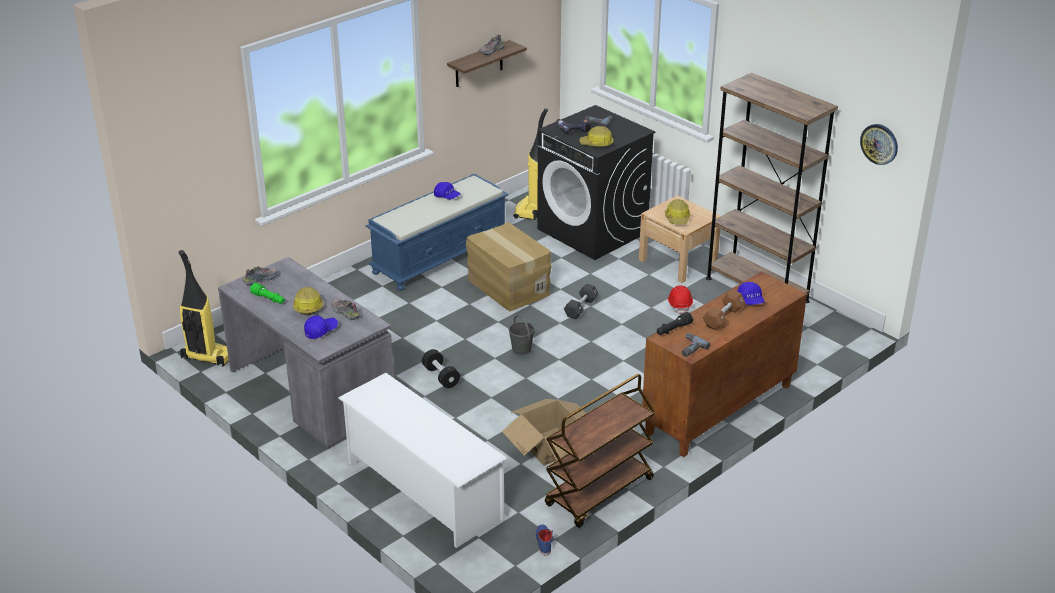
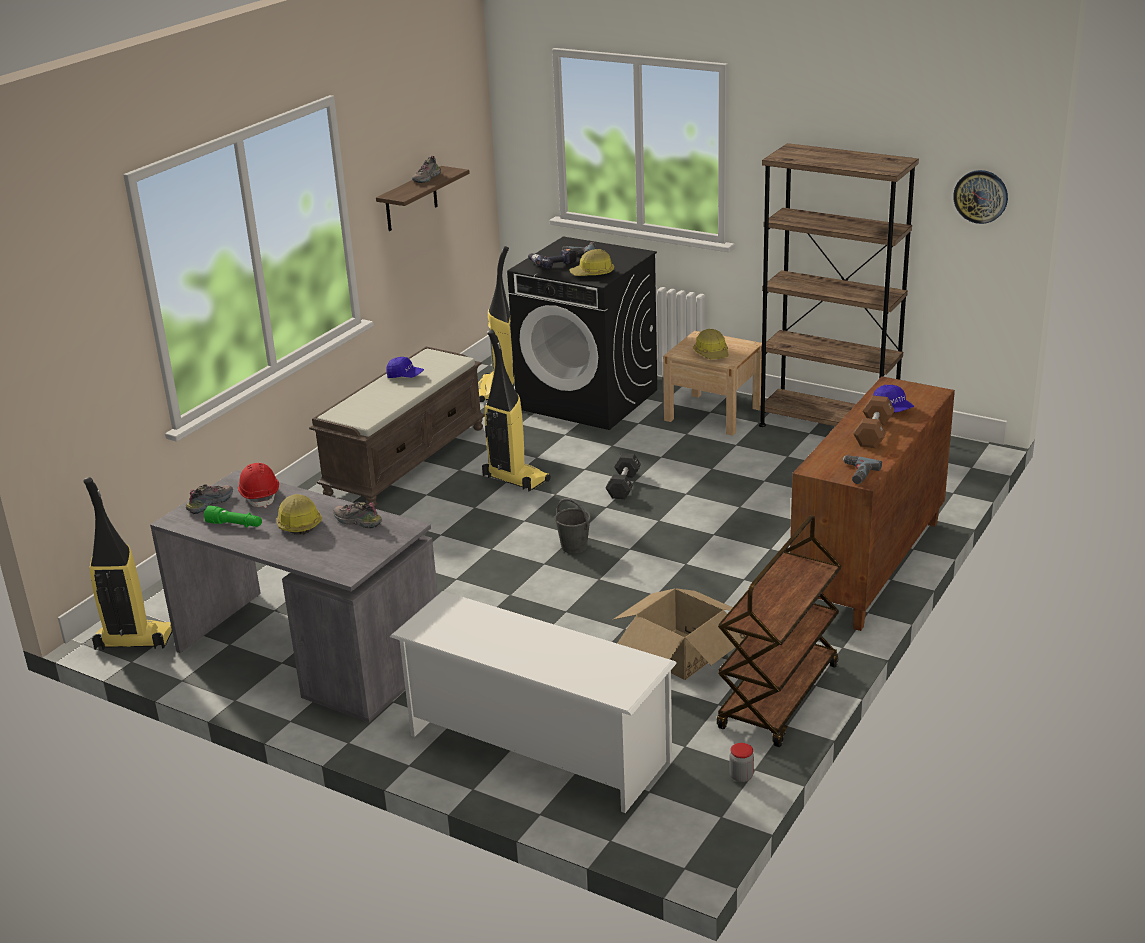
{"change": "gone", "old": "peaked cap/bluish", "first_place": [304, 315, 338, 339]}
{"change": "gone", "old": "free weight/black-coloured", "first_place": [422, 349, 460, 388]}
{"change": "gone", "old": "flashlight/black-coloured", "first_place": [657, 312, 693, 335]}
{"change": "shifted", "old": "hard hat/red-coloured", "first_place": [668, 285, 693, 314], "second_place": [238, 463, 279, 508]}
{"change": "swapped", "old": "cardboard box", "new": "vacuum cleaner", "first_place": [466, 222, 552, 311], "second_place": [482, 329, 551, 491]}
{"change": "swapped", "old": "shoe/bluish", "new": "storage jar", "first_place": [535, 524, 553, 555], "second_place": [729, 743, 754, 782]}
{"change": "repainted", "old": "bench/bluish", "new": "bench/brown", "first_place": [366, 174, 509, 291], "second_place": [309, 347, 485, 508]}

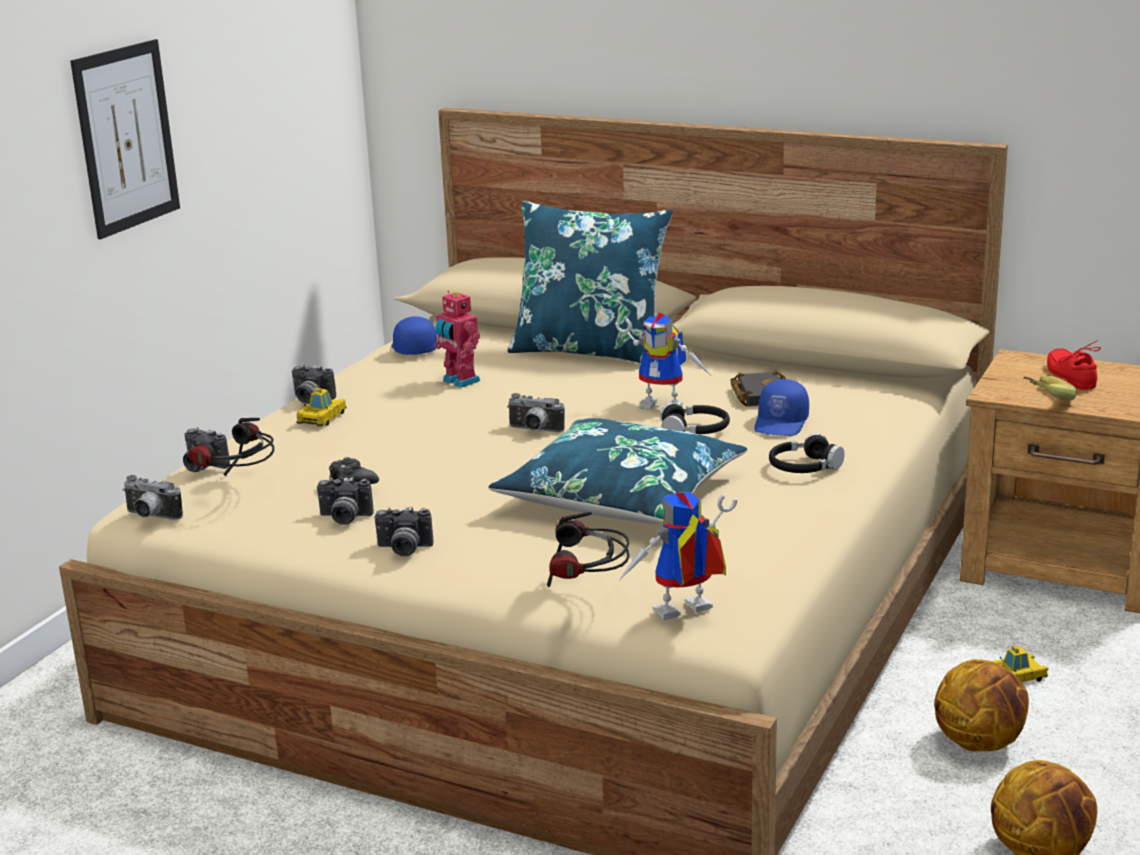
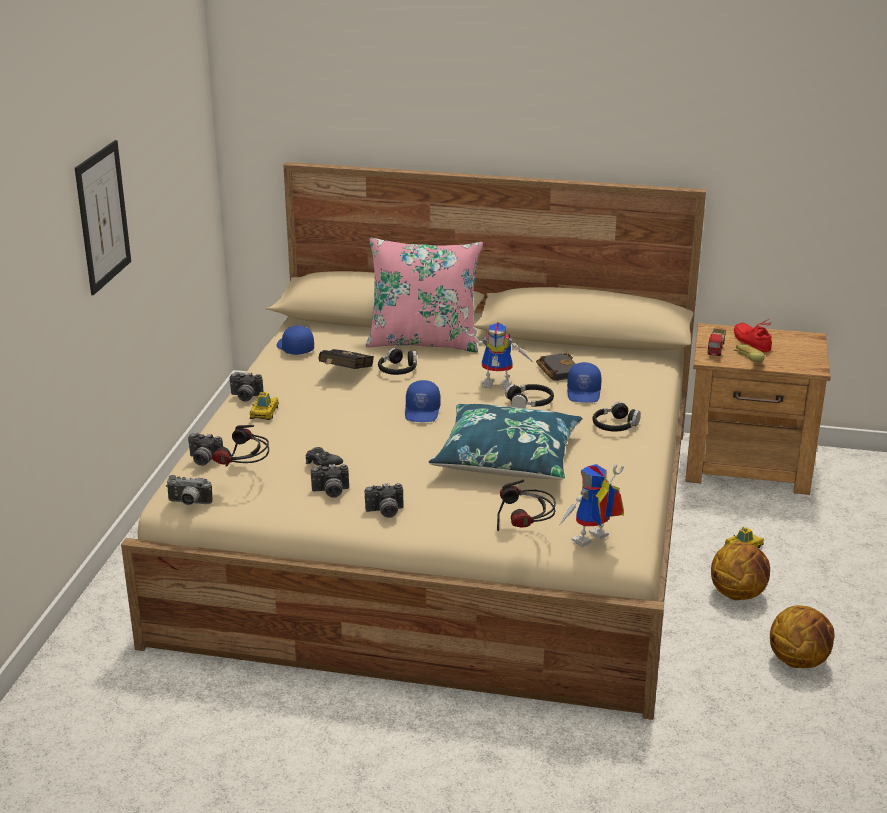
{"change": "new", "new": "headset/black-coloured", "second_place": [378, 348, 417, 375]}
{"change": "new", "new": "model truck", "second_place": [708, 328, 726, 356]}
{"change": "swapped", "old": "model robot", "new": "bound book/black-coloured", "first_place": [434, 290, 480, 388], "second_place": [319, 349, 374, 369]}
{"change": "swapped", "old": "photo camera", "new": "peaked cap/bluish", "first_place": [507, 393, 564, 432], "second_place": [405, 380, 441, 422]}
{"change": "repainted", "old": "pillow/bluish", "new": "pillow/pink", "first_place": [508, 201, 673, 363], "second_place": [366, 238, 483, 353]}

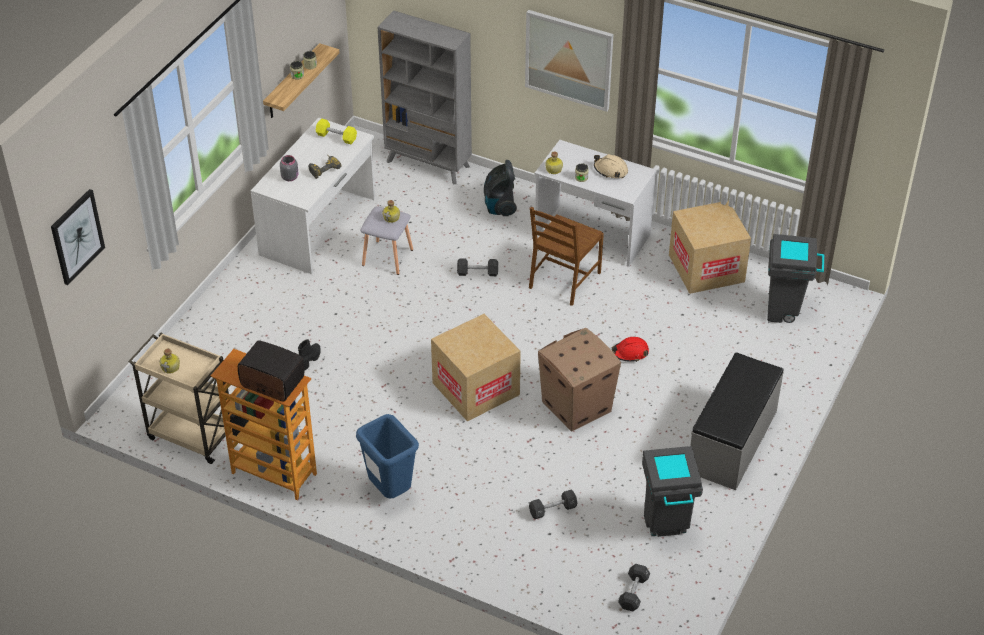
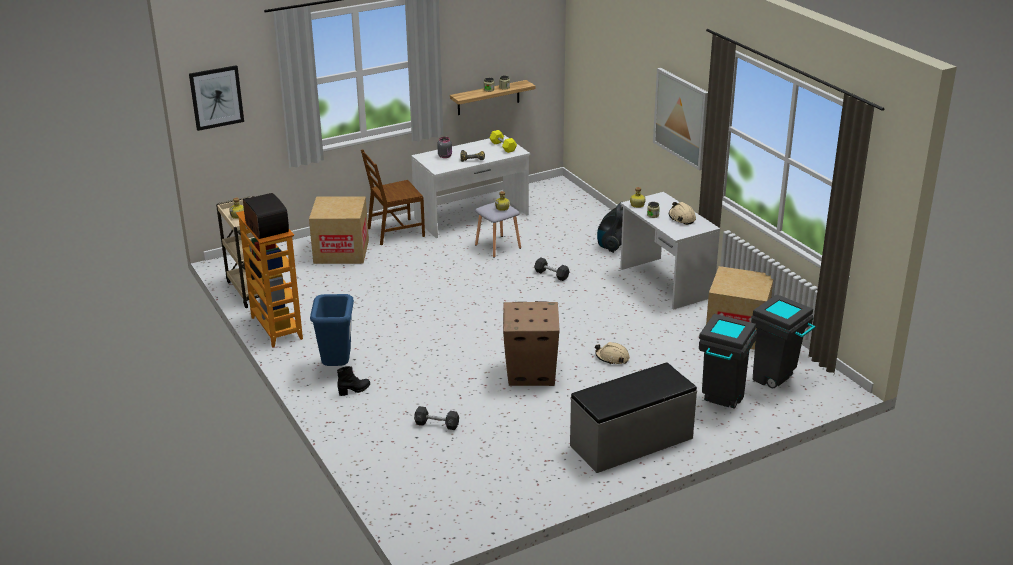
{"change": "gone", "old": "shelving unit/gray", "first_place": [378, 10, 472, 185]}
{"change": "gone", "old": "free weight/black-coloured", "first_place": [618, 564, 650, 611]}
{"change": "shifted", "old": "tall boot/black-coloured", "first_place": [298, 339, 321, 370], "second_place": [337, 366, 370, 396]}
{"change": "shifted", "old": "cardboard box", "first_place": [431, 314, 521, 422], "second_place": [309, 196, 369, 264]}
{"change": "shifted", "old": "chair/brown", "first_place": [529, 207, 604, 306], "second_place": [361, 149, 425, 245]}
{"change": "shifted", "old": "waste bin/gray", "first_place": [642, 446, 703, 537], "second_place": [699, 314, 757, 409]}
{"change": "repainted", "old": "hard hat/red-coloured", "new": "hard hat/beige", "first_place": [612, 337, 649, 362], "second_place": [595, 342, 630, 365]}

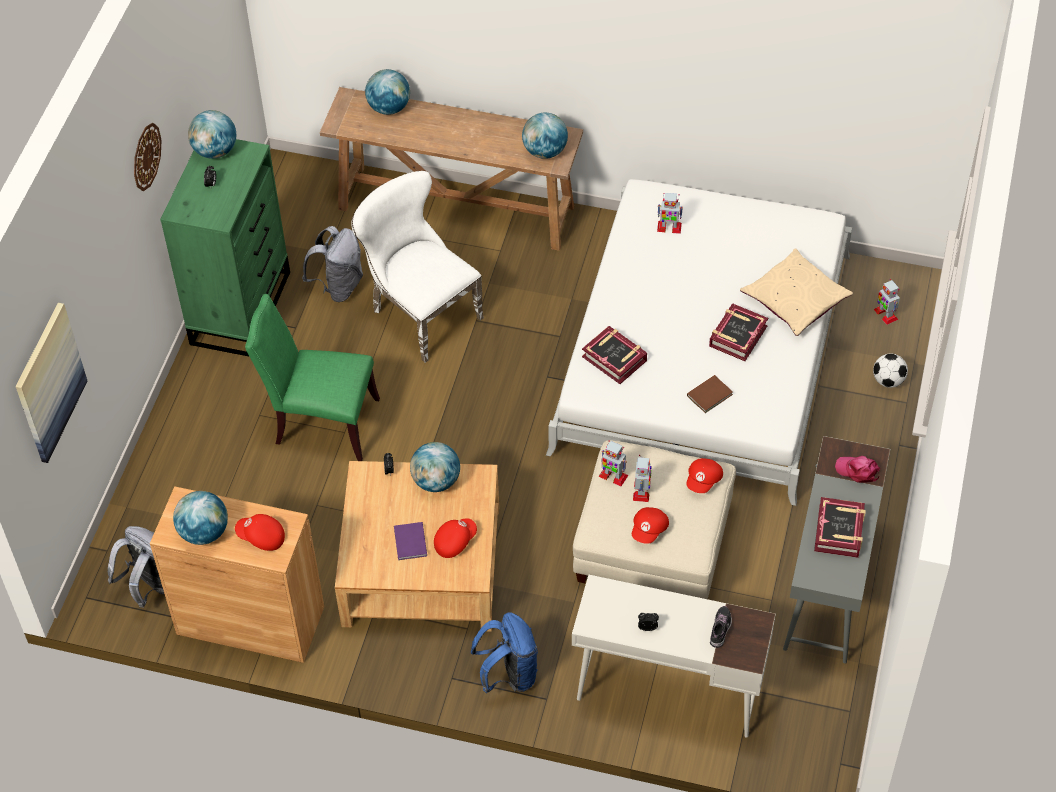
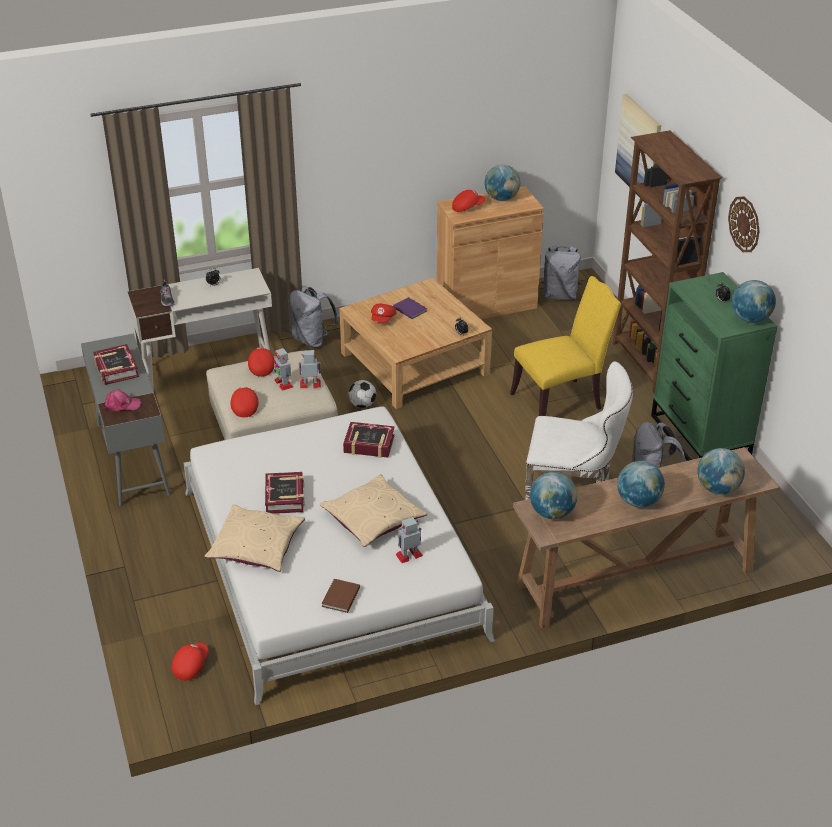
{"change": "new", "new": "pillow/beige", "second_place": [320, 474, 427, 547]}
{"change": "new", "new": "shelving unit/brown", "second_place": [613, 130, 722, 393]}
{"change": "shifted", "old": "world globe", "first_place": [410, 442, 460, 492], "second_place": [617, 461, 665, 508]}
{"change": "shifted", "old": "bound book/brown", "first_place": [687, 375, 733, 413], "second_place": [322, 579, 360, 613]}
{"change": "shifted", "old": "football ball", "first_place": [873, 353, 908, 388], "second_place": [348, 380, 376, 408]}
{"change": "swapped", "old": "model robot", "new": "peaked cap/red-coloured", "first_place": [874, 279, 900, 325], "second_place": [172, 643, 209, 681]}
{"change": "repainted", "old": "chair/greenish", "new": "chair/yellow-coloured", "first_place": [245, 294, 380, 461], "second_place": [510, 276, 621, 416]}
{"change": "repainted", "old": "rucksack/bluish", "new": "rucksack/gray", "first_place": [471, 612, 538, 693], "second_place": [289, 287, 339, 348]}

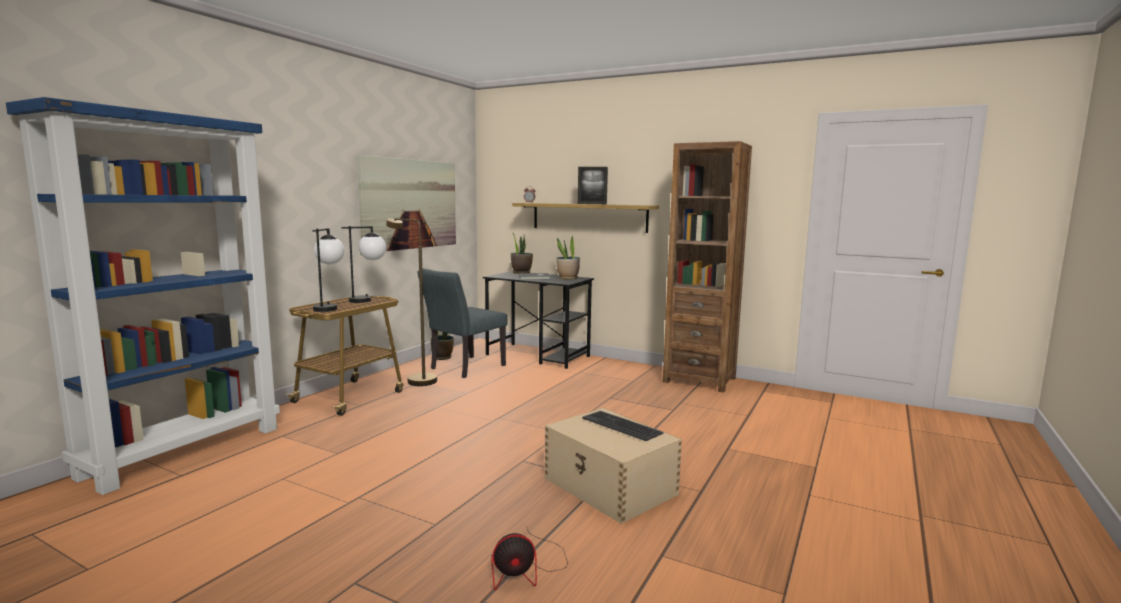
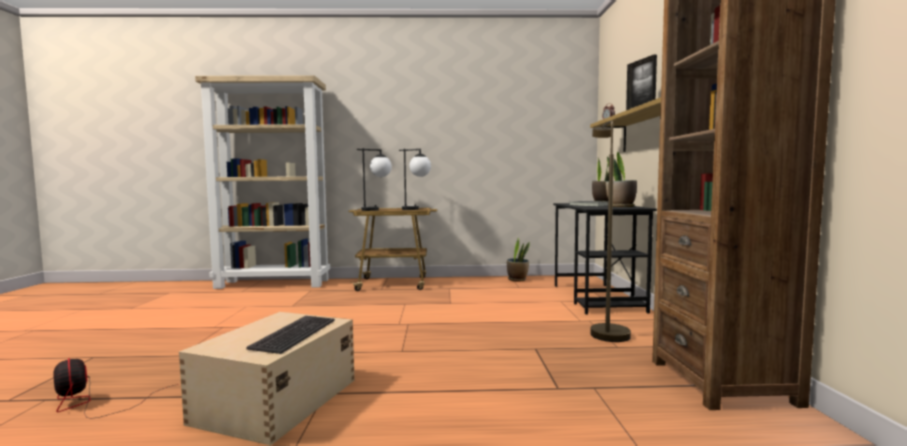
{"change": "gone", "old": "picture", "first_place": [357, 155, 456, 251]}
{"change": "gone", "old": "chair/gray", "first_place": [418, 269, 507, 378]}
{"change": "shifted", "old": "floor lamp/brown", "first_place": [386, 218, 437, 386], "second_place": [590, 121, 631, 342]}
{"change": "repainted", "old": "shelving unit/bluish", "new": "shelving unit/beige", "first_place": [6, 97, 280, 495], "second_place": [195, 75, 330, 289]}

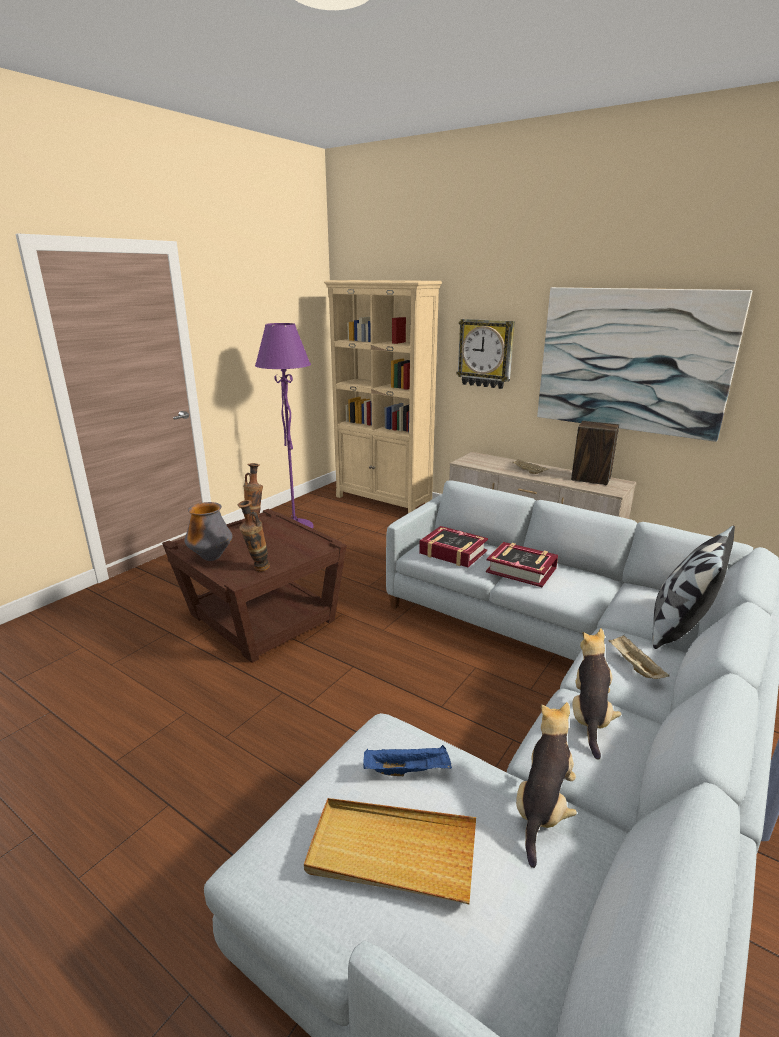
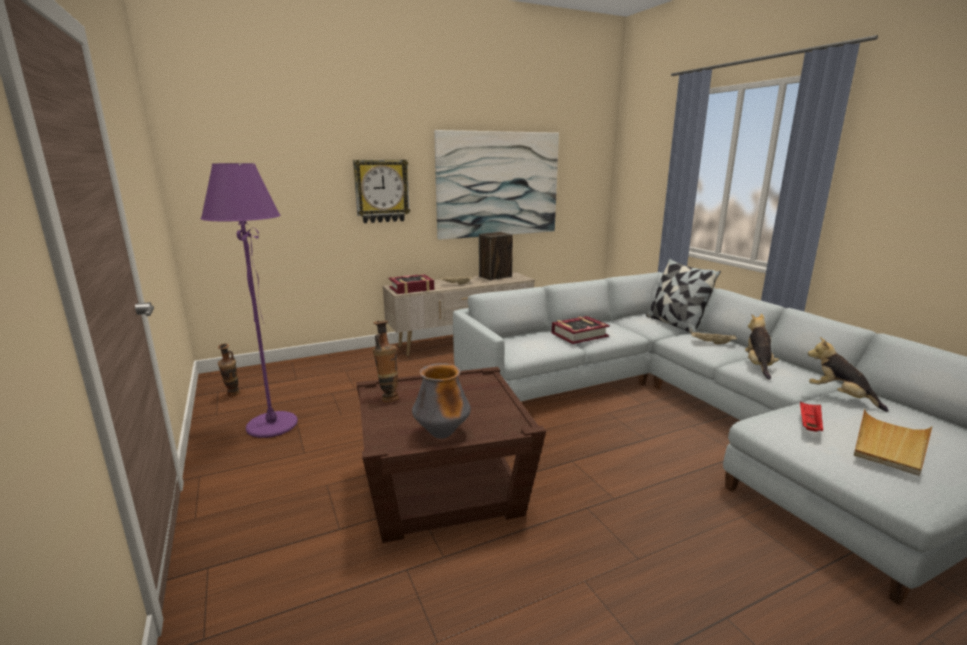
{"change": "gone", "old": "shelving unit/beige", "first_place": [324, 280, 442, 513]}
{"change": "shifted", "old": "vase", "first_place": [238, 500, 270, 571], "second_place": [218, 344, 240, 396]}
{"change": "shifted", "old": "bound book", "first_place": [419, 526, 488, 567], "second_place": [388, 274, 435, 294]}
{"change": "repainted", "old": "carrying tray/bluish", "new": "carrying tray/red-coloured", "first_place": [363, 745, 452, 776], "second_place": [800, 401, 823, 432]}
{"change": "rotated", "old": "cuddly toy", "first_place": [572, 628, 621, 760], "second_place": [745, 314, 779, 380], "degrees": 60}

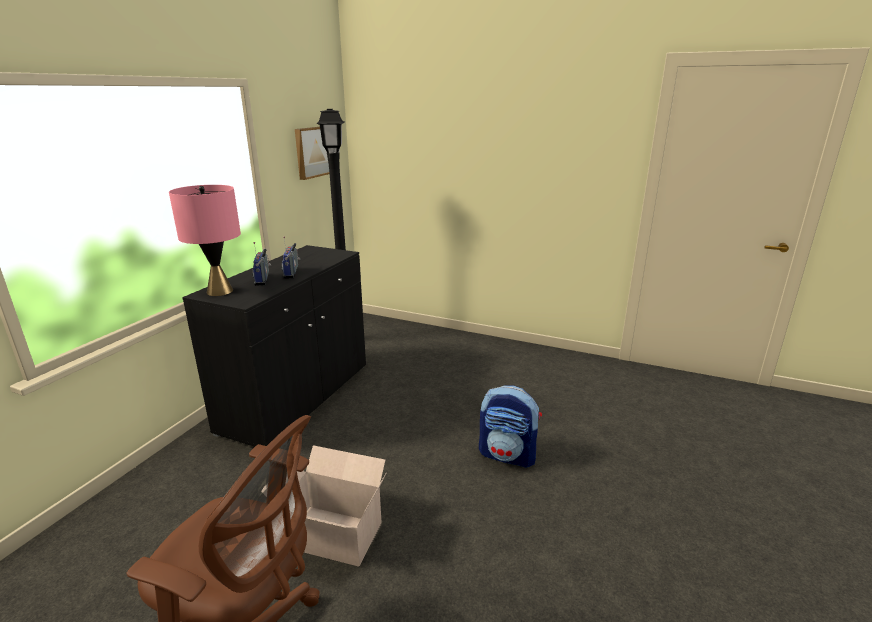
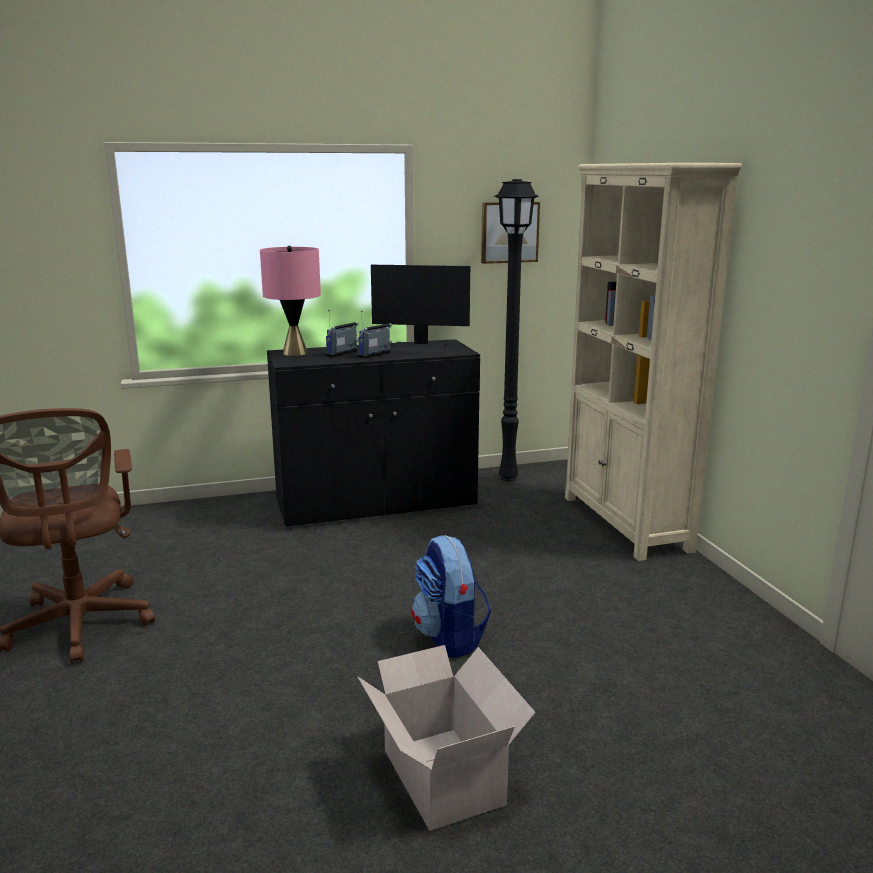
{"change": "new", "new": "monitor", "second_place": [371, 265, 470, 352]}
{"change": "new", "new": "shelving unit/beige", "second_place": [565, 163, 742, 561]}
{"change": "shifted", "old": "cardboard box", "first_place": [261, 445, 386, 567], "second_place": [358, 645, 536, 831]}

